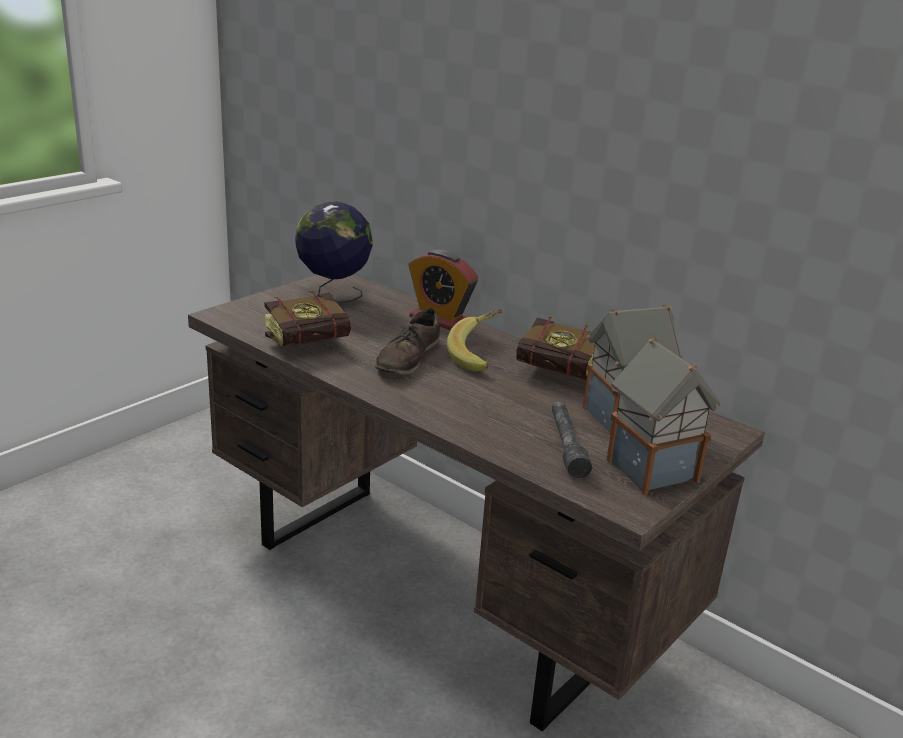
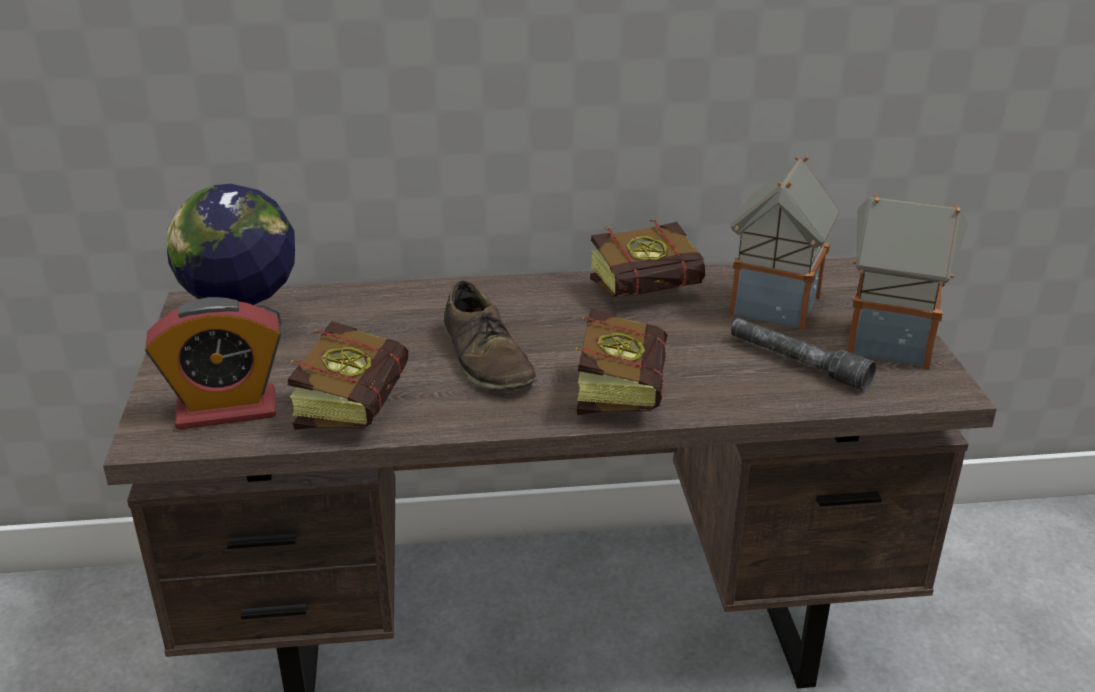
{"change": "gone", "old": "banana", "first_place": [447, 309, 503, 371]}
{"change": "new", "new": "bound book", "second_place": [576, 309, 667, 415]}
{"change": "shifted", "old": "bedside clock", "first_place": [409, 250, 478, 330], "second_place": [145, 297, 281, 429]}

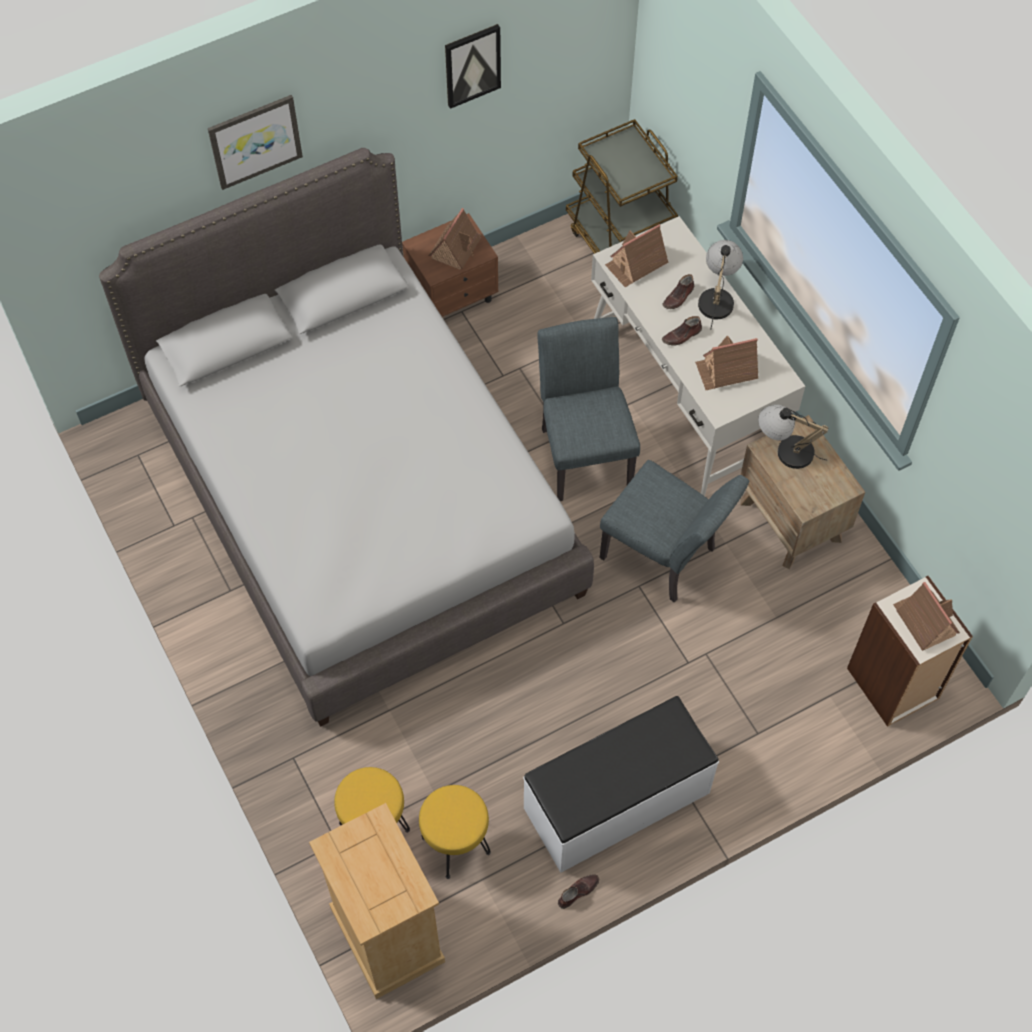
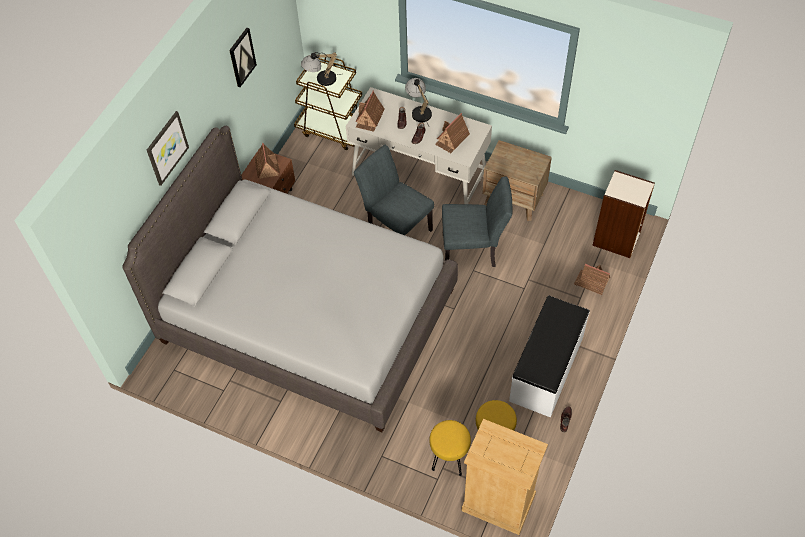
{"change": "shifted", "old": "table lamp", "first_place": [758, 405, 829, 469], "second_place": [301, 52, 341, 86]}
{"change": "shifted", "old": "toy house", "first_place": [893, 582, 960, 651], "second_place": [574, 264, 610, 295]}

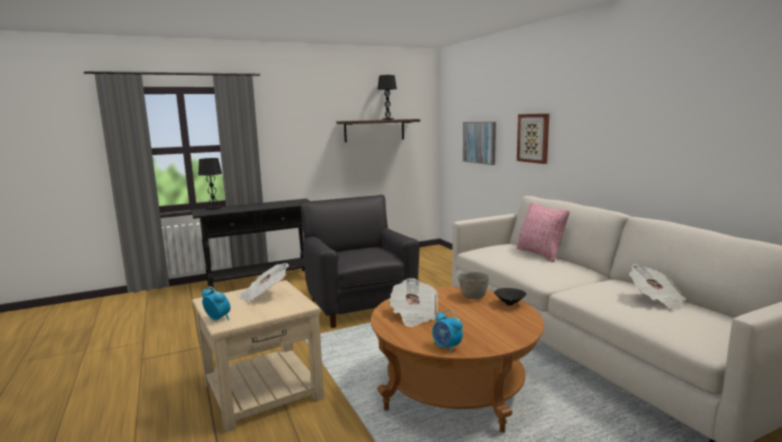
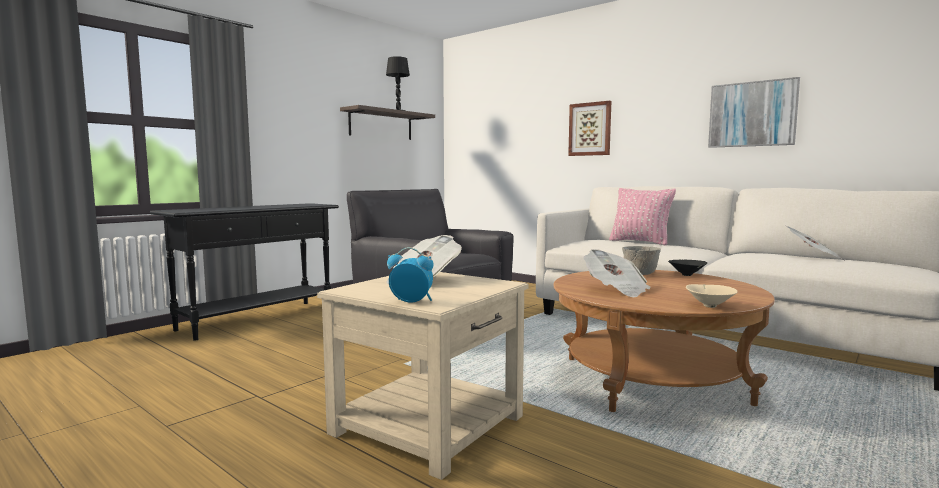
{"change": "gone", "old": "table lamp/black-coloured", "first_place": [198, 158, 222, 210]}
{"change": "shifted", "old": "picture", "first_place": [463, 122, 496, 165], "second_place": [708, 77, 800, 148]}
{"change": "swapped", "old": "bedside clock", "new": "bowl/beige", "first_place": [432, 310, 463, 353], "second_place": [686, 284, 738, 308]}

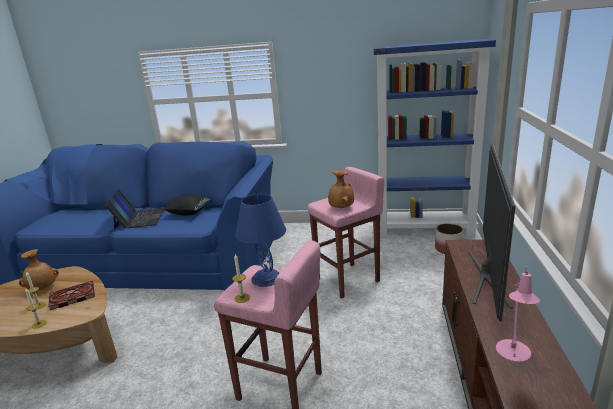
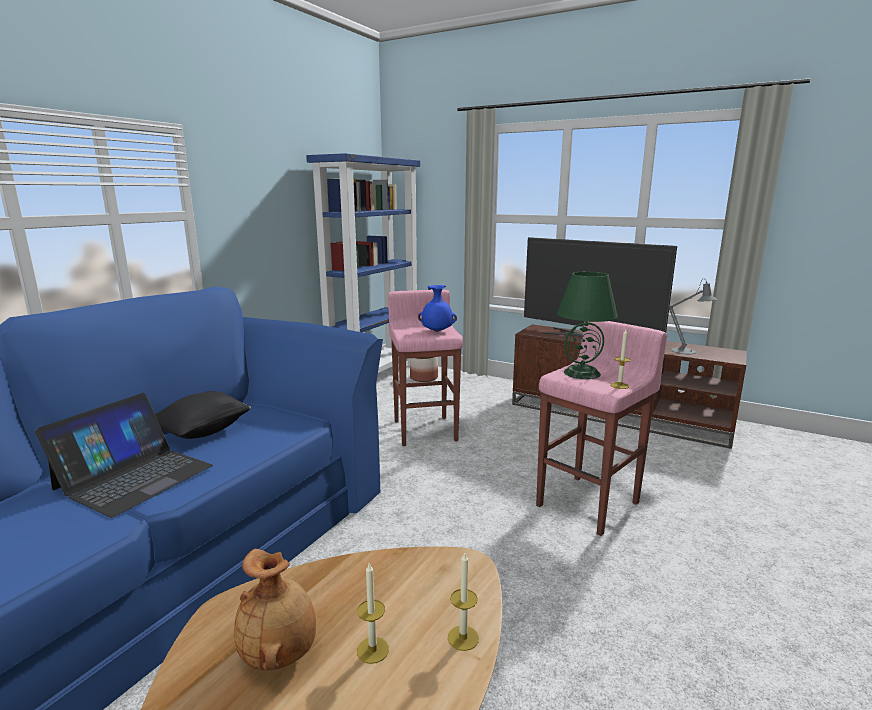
{"change": "gone", "old": "bound book", "first_place": [49, 281, 95, 310]}
{"change": "repainted", "old": "table lamp/bluish", "new": "table lamp/greenish", "first_place": [235, 194, 286, 287], "second_place": [557, 272, 618, 379]}
{"change": "repainted", "old": "vase/brown", "new": "vase/bluish", "first_place": [328, 170, 354, 208], "second_place": [418, 285, 457, 332]}
{"change": "repainted", "old": "table lamp/pink", "new": "table lamp/gray", "first_place": [496, 266, 540, 362], "second_place": [669, 279, 717, 354]}
{"change": "rotated", "old": "laptop", "first_place": [105, 189, 165, 230], "second_place": [35, 393, 213, 518], "degrees": 105}

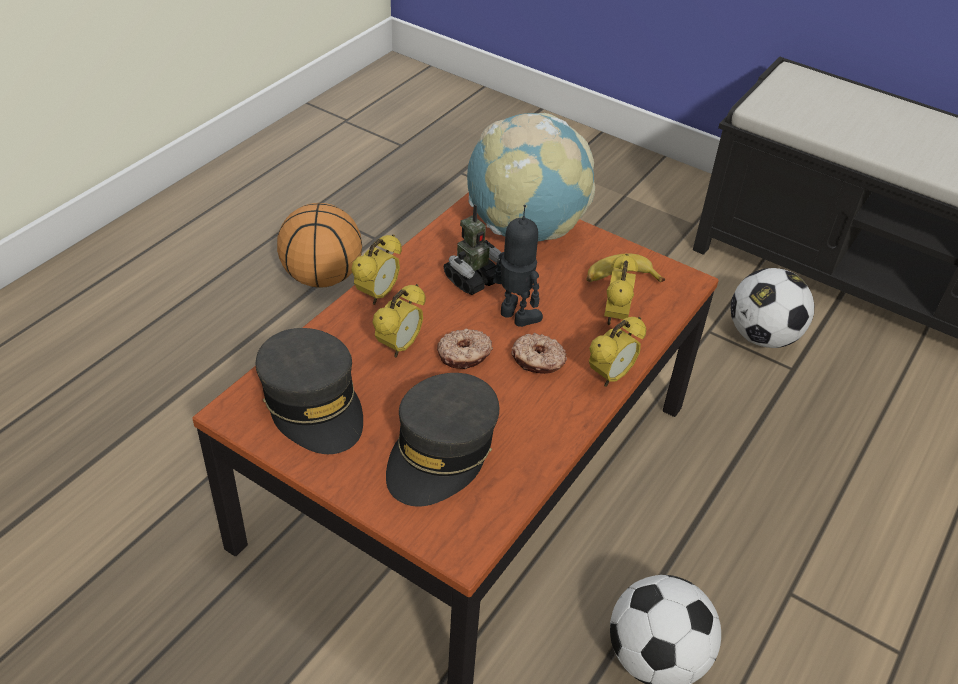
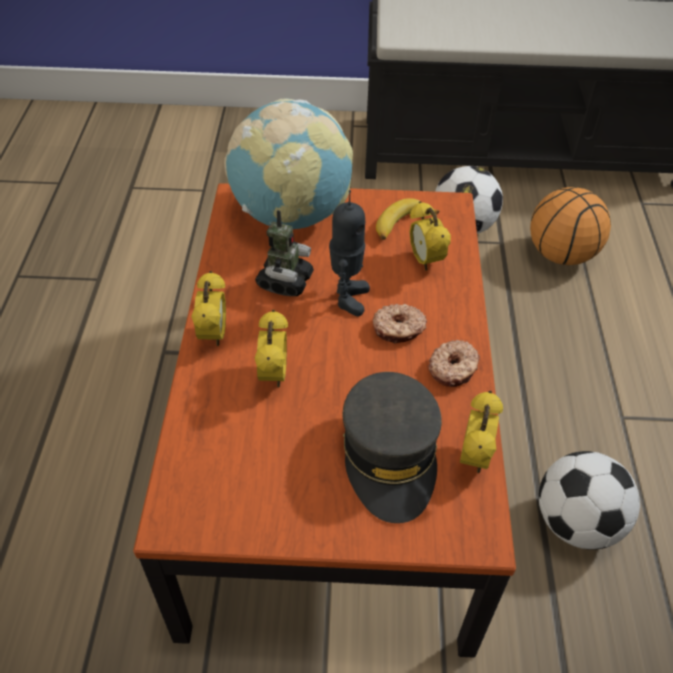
{"change": "gone", "old": "peaked cap/gray", "first_place": [256, 328, 363, 454]}
{"change": "shifted", "old": "ball for basketball", "first_place": [277, 203, 362, 288], "second_place": [530, 187, 611, 265]}
{"change": "shifted", "old": "donut", "first_place": [437, 329, 493, 369], "second_place": [428, 340, 480, 387]}
{"change": "shifted", "old": "bedside clock", "first_place": [589, 317, 646, 387], "second_place": [460, 391, 503, 473]}
{"change": "rotated", "old": "model robot", "first_place": [493, 205, 543, 327], "second_place": [329, 190, 370, 316], "degrees": 90}

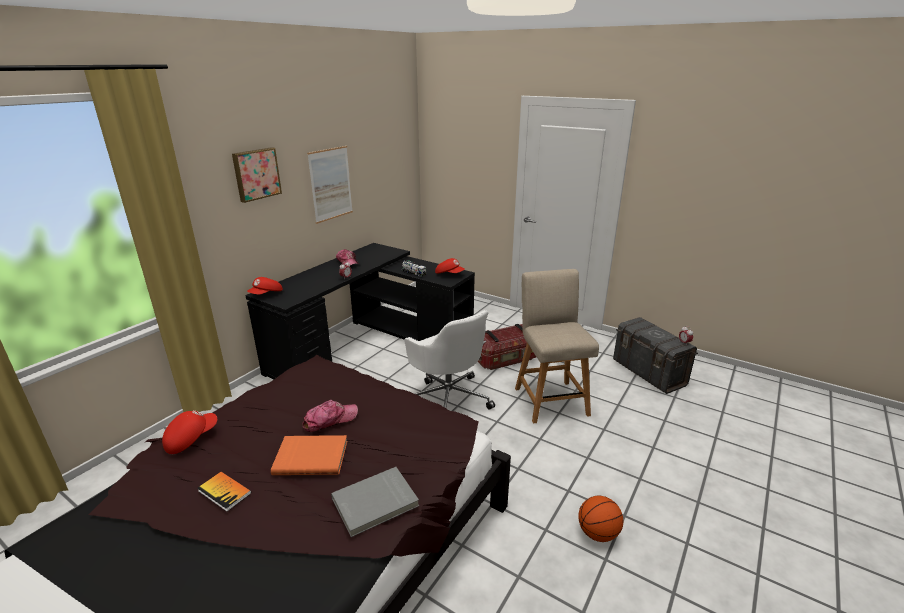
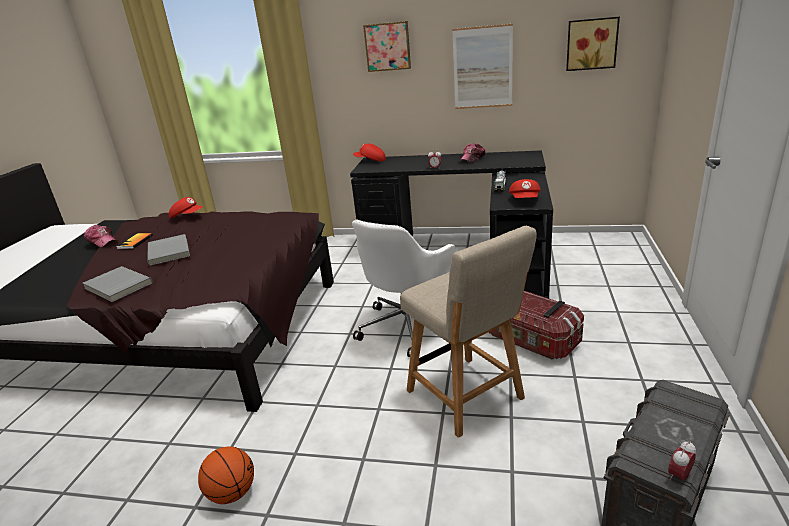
{"change": "new", "new": "picture", "second_place": [566, 17, 620, 71]}
{"change": "shifted", "old": "peaked cap", "first_place": [302, 400, 358, 432], "second_place": [84, 225, 118, 247]}
{"change": "repainted", "old": "bound book/orangey", "new": "bound book/gray", "first_place": [271, 435, 347, 475], "second_place": [148, 234, 190, 266]}
{"change": "rotated", "old": "chair/beige", "first_place": [515, 269, 599, 424], "second_place": [400, 226, 537, 438], "degrees": 90}

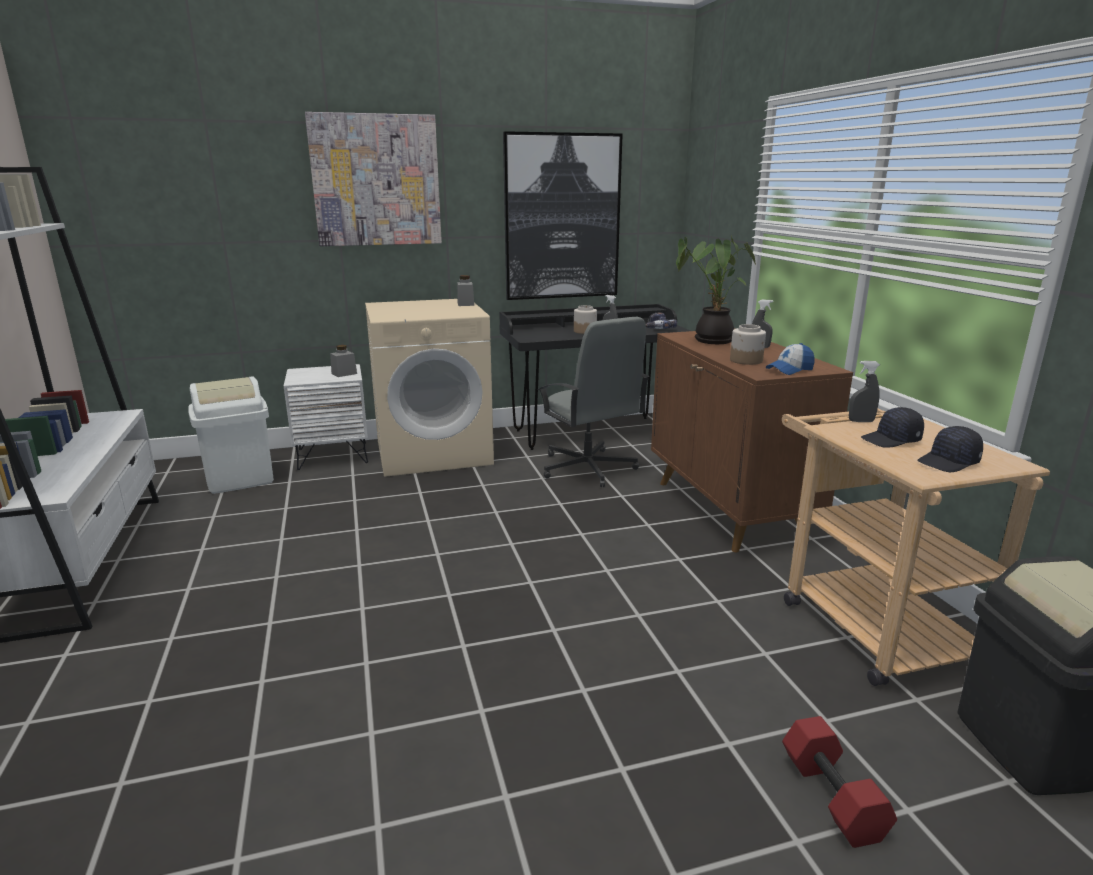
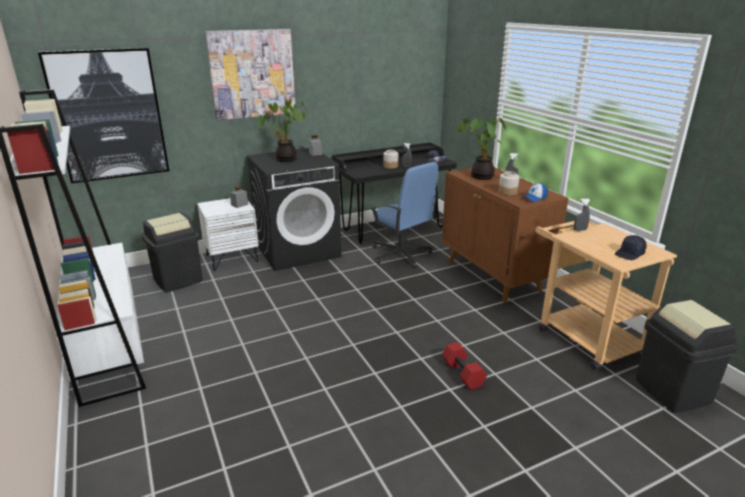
{"change": "gone", "old": "peaked cap/black-coloured", "first_place": [861, 407, 924, 448]}
{"change": "new", "new": "plant in a pot", "second_place": [258, 99, 308, 162]}
{"change": "shifted", "old": "picture", "first_place": [503, 131, 623, 300], "second_place": [38, 48, 169, 183]}
{"change": "shifted", "old": "free weight/red-coloured", "first_place": [782, 716, 897, 848], "second_place": [442, 342, 487, 390]}
{"change": "repainted", "old": "waste bin/white", "new": "waste bin/black-coloured", "first_place": [189, 377, 274, 494], "second_place": [142, 212, 203, 293]}
{"change": "repainted", "old": "laundry appliance/beige", "new": "laundry appliance/black-coloured", "first_place": [365, 299, 494, 477], "second_place": [247, 148, 341, 271]}
{"change": "repainted", "old": "computer chair/gray", "new": "computer chair/bluish", "first_place": [538, 317, 649, 487], "second_place": [370, 162, 439, 267]}

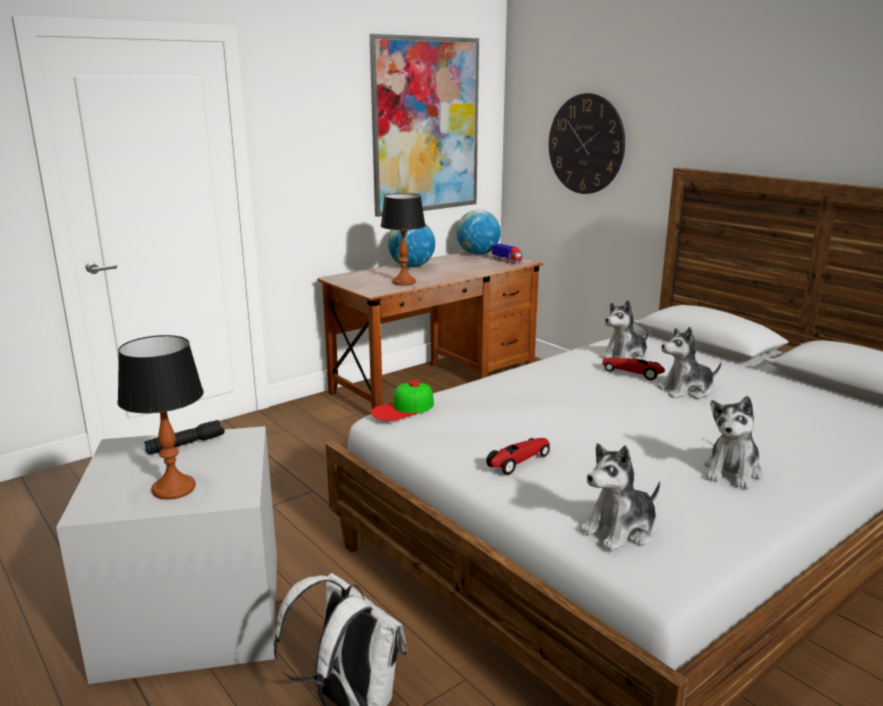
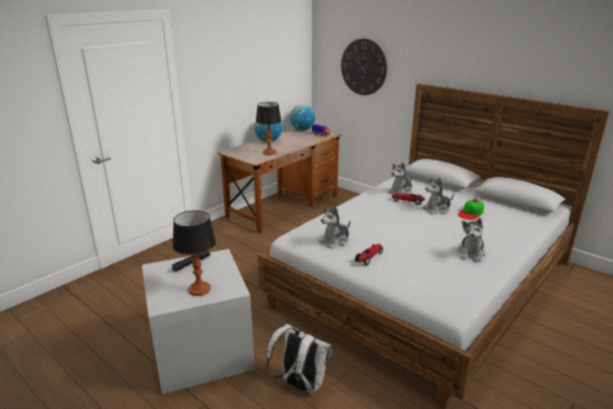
{"change": "gone", "old": "picture", "first_place": [370, 34, 479, 217]}
{"change": "shifted", "old": "peaked cap", "first_place": [371, 380, 434, 421], "second_place": [458, 199, 484, 220]}
{"change": "shifted", "old": "cuddly toy", "first_place": [580, 443, 660, 551], "second_place": [319, 206, 350, 249]}

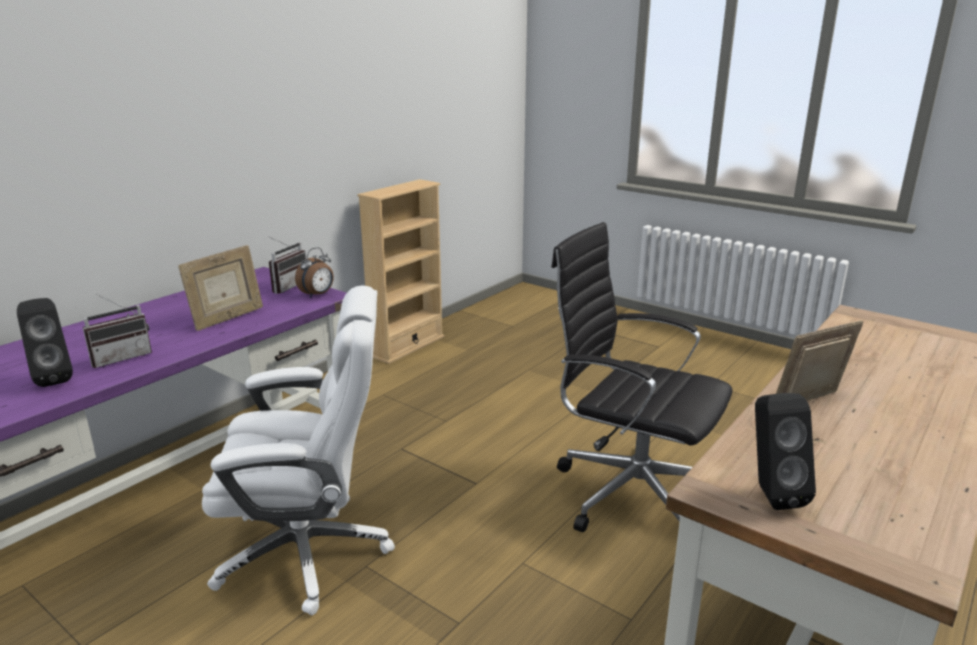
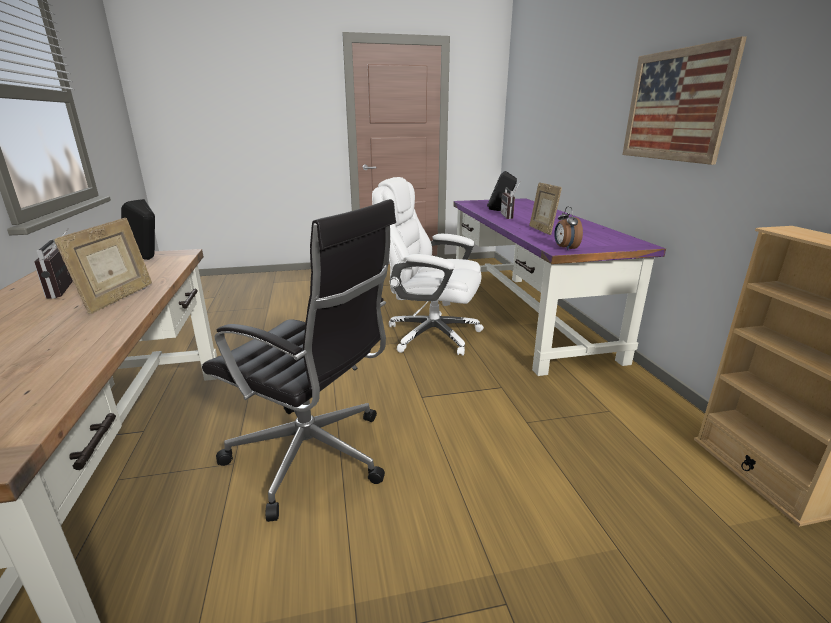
{"change": "new", "new": "picture", "second_place": [622, 36, 747, 165]}
{"change": "shifted", "old": "radio receiver", "first_place": [268, 236, 306, 294], "second_place": [34, 229, 73, 299]}
{"change": "rotated", "old": "computer chair/white", "first_place": [202, 286, 395, 615], "second_place": [372, 177, 484, 356], "degrees": 75}
{"change": "rotated", "old": "computer chair/black-coloured", "first_place": [551, 222, 732, 532], "second_place": [202, 199, 396, 522], "degrees": 45}

